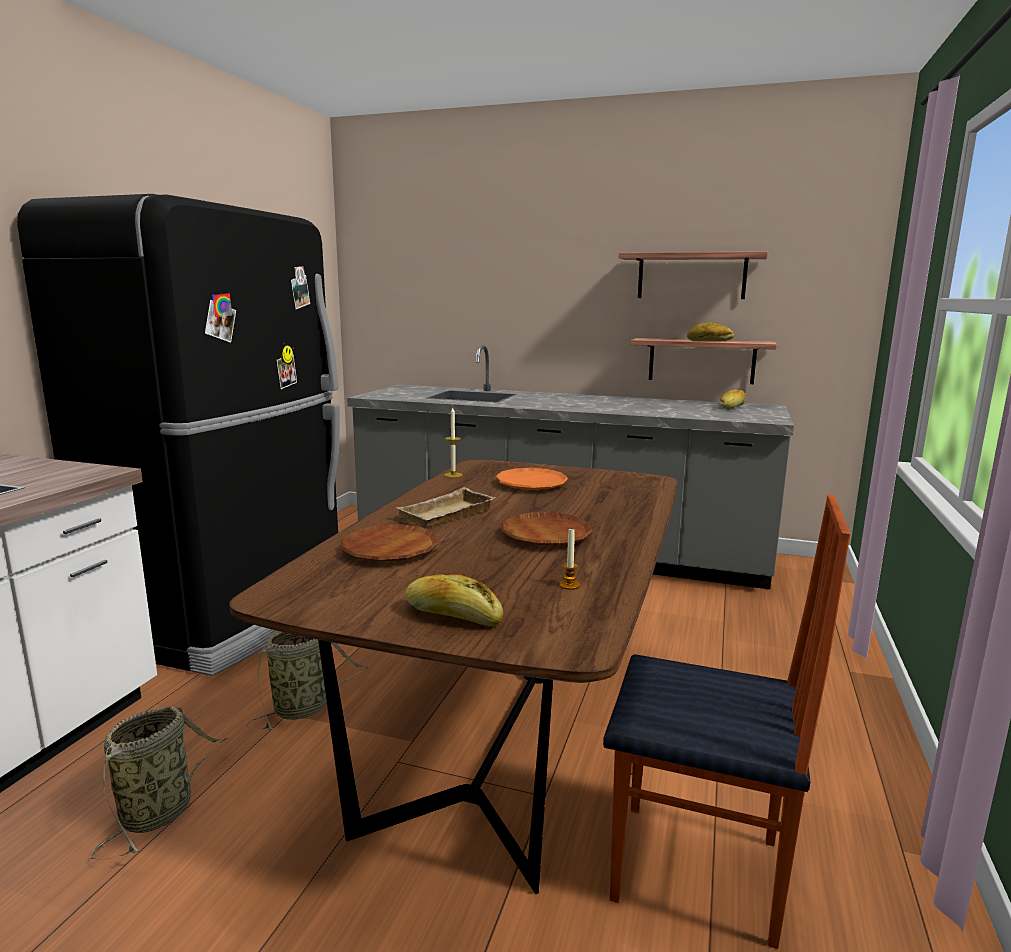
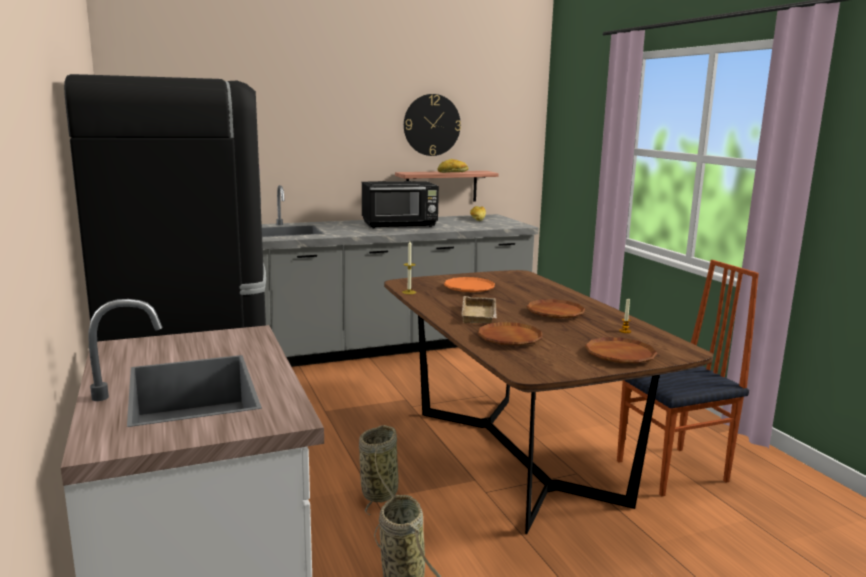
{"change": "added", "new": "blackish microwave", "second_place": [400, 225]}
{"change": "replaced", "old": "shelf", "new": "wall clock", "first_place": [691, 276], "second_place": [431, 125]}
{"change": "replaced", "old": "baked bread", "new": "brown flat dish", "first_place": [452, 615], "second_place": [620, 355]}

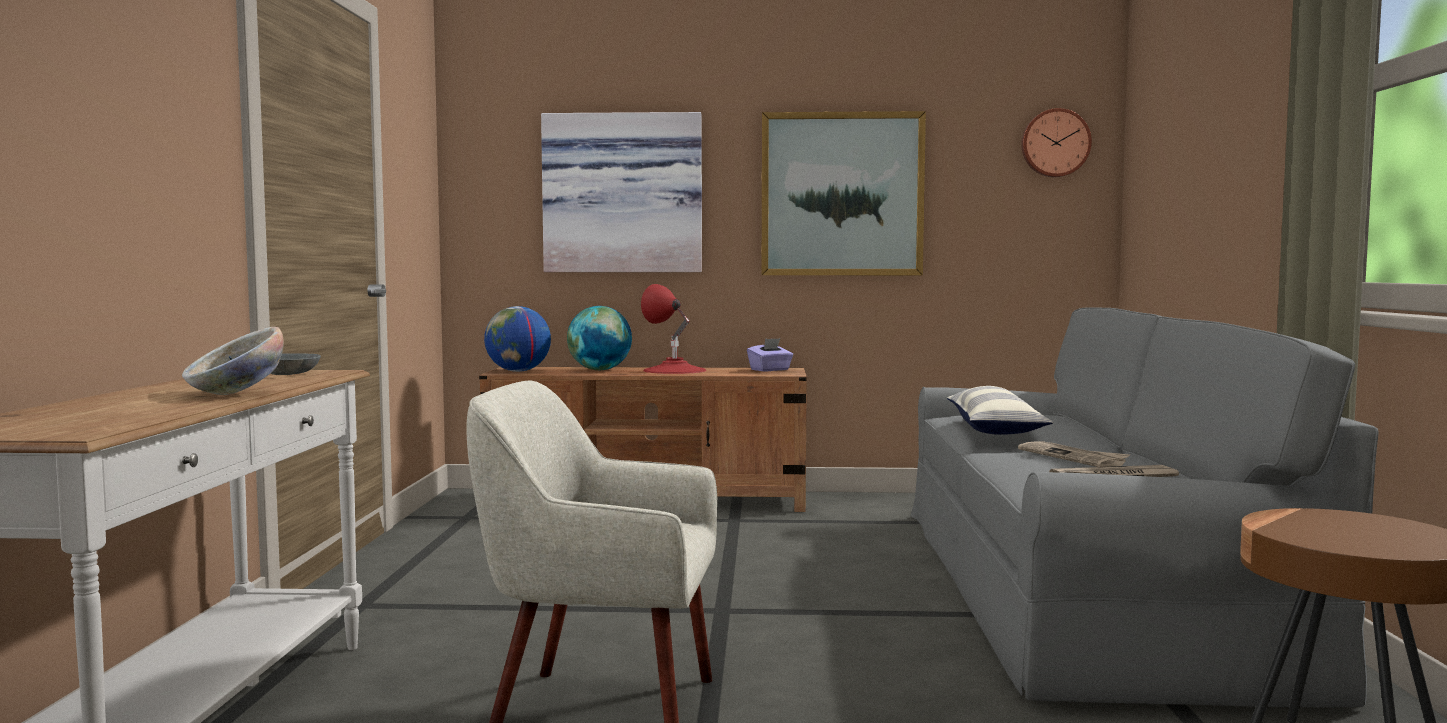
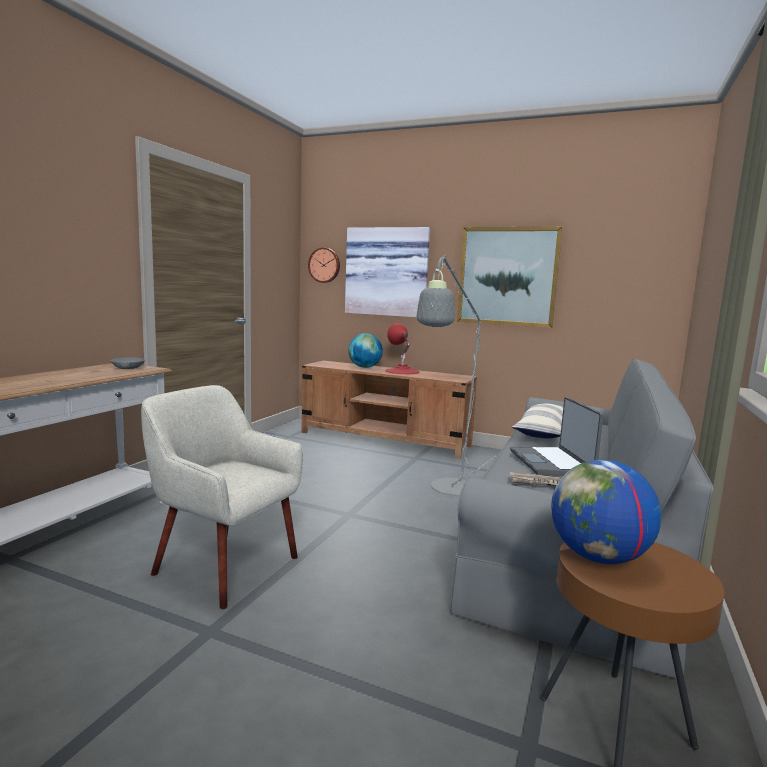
{"change": "moved", "old": "wall clock", "first_place": [1055, 143], "second_place": [324, 265]}
{"change": "added", "new": "grey standing lamp", "second_place": [448, 490]}
{"change": "replaced", "old": "newspaper", "new": "notebook computer", "first_place": [1073, 457], "second_place": [552, 463]}
{"change": "moved", "old": "world globe", "first_place": [518, 371], "second_place": [598, 557]}
{"change": "removed", "old": "serving bowl", "first_place": [235, 393]}
{"change": "removed", "old": "purple box of tissues", "first_place": [770, 370]}

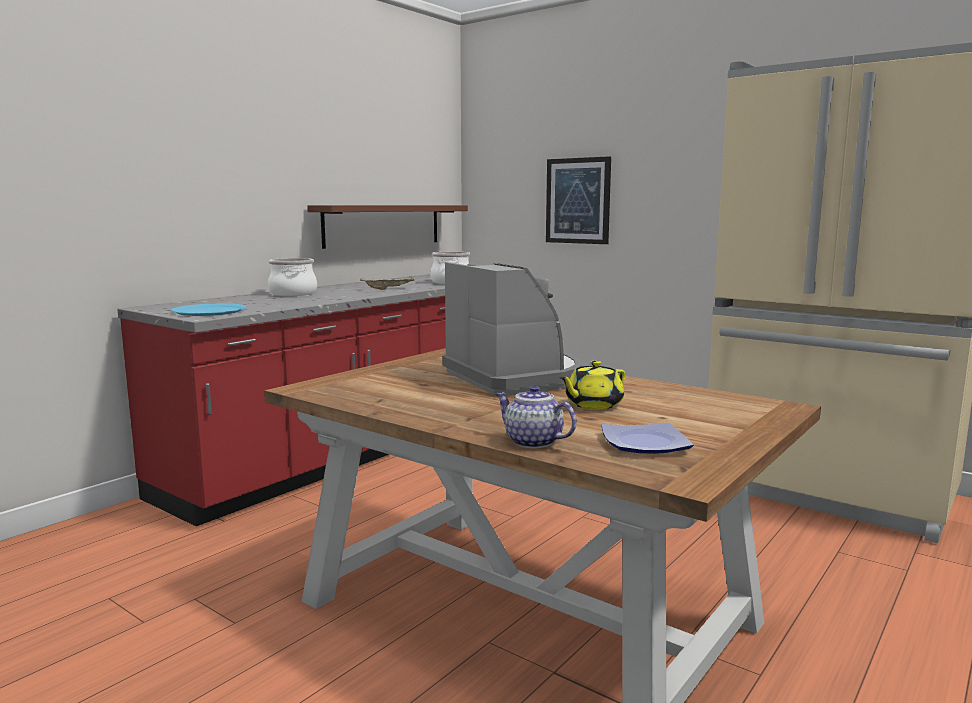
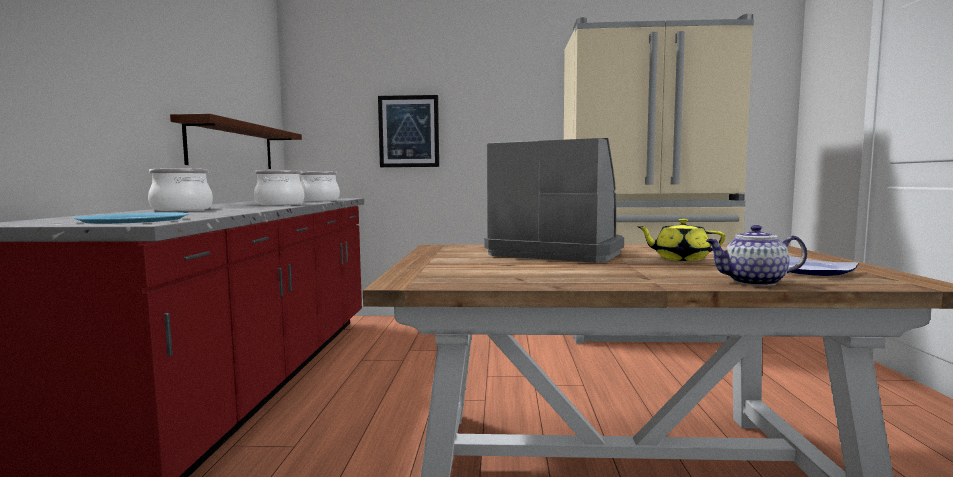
{"change": "replaced", "old": "beige-coloured serving tray", "new": "cooking pot", "first_place": [388, 289], "second_place": [279, 204]}
{"change": "turned", "old": "yellow teapot", "first_place": [593, 405], "second_place": [680, 258], "degrees": 90}

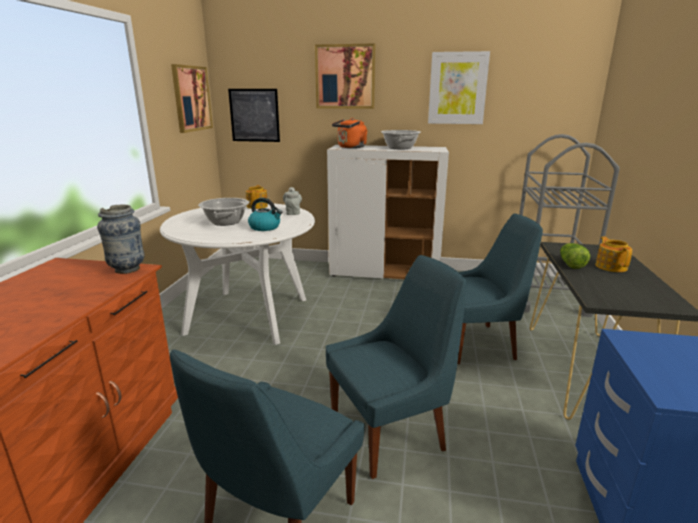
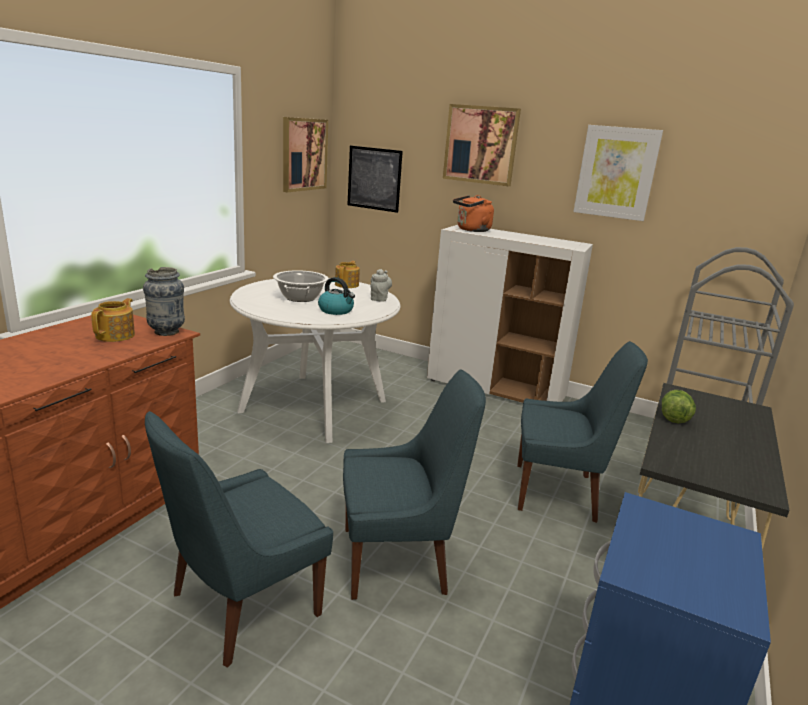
{"change": "moved", "old": "teapot", "first_place": [611, 266], "second_place": [116, 335]}
{"change": "removed", "old": "cooking pot", "first_place": [400, 148]}

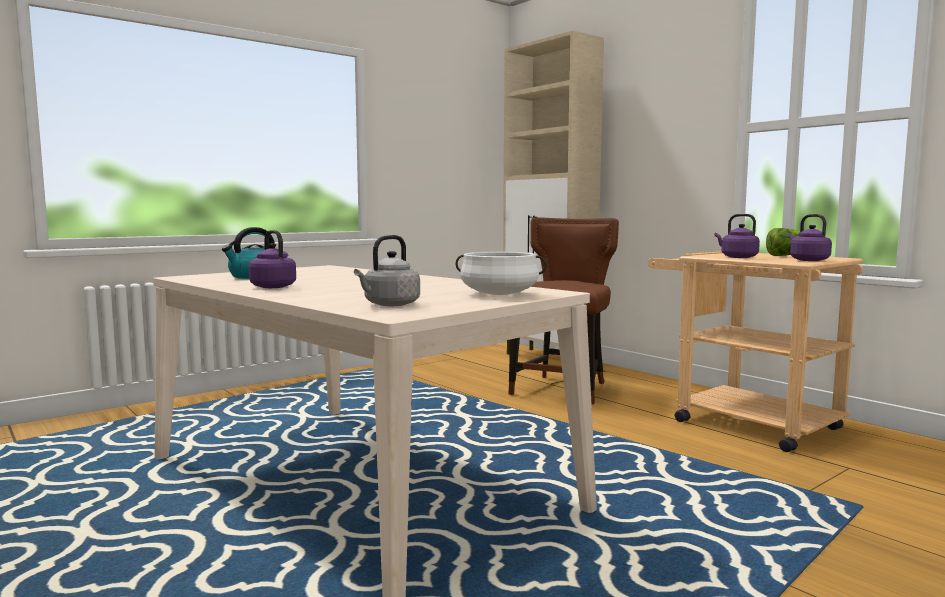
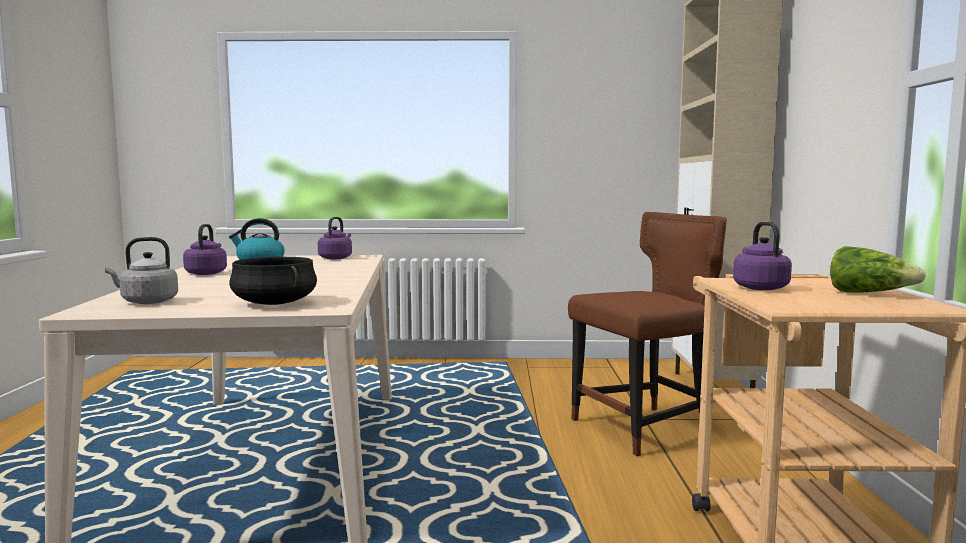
{"change": "recoloured", "old": "whitish cooking pot", "new": "blackish cooking pot", "first_place": [499, 294], "second_place": [275, 303]}
{"change": "moved", "old": "purple kettle", "first_place": [807, 260], "second_place": [336, 258]}

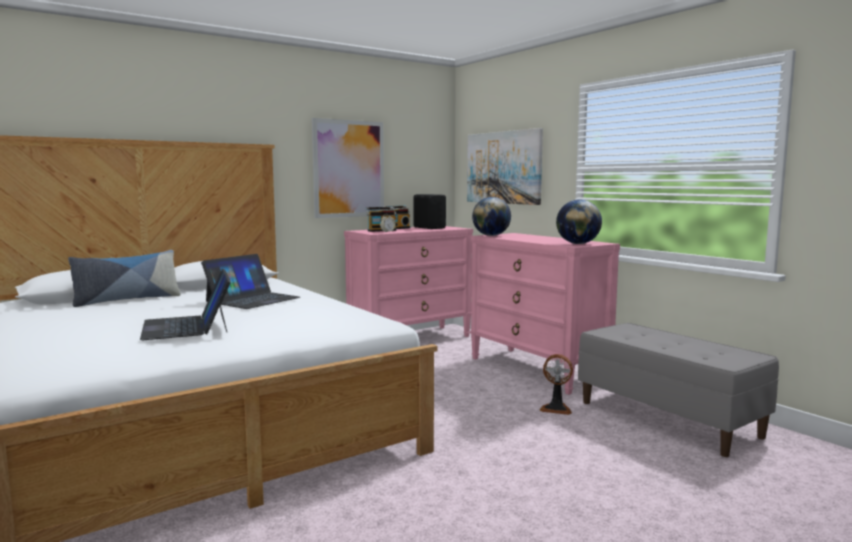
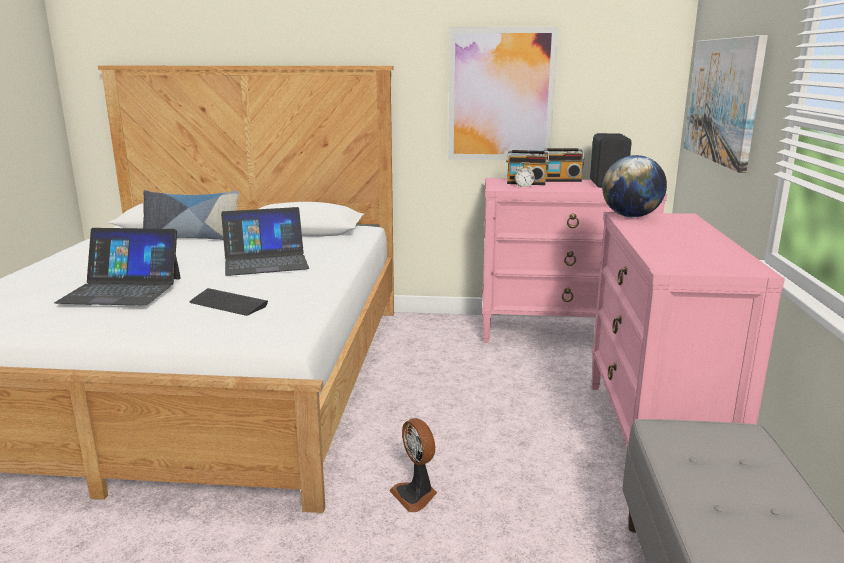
{"change": "turned", "old": "notebook computer", "first_place": [187, 326], "second_place": [122, 290], "degrees": -105}
{"change": "added", "new": "computer keyboard", "second_place": [228, 304]}
{"change": "moved", "old": "cooling fan", "first_place": [556, 408], "second_place": [416, 495]}
{"change": "removed", "old": "world globe", "first_place": [578, 244]}

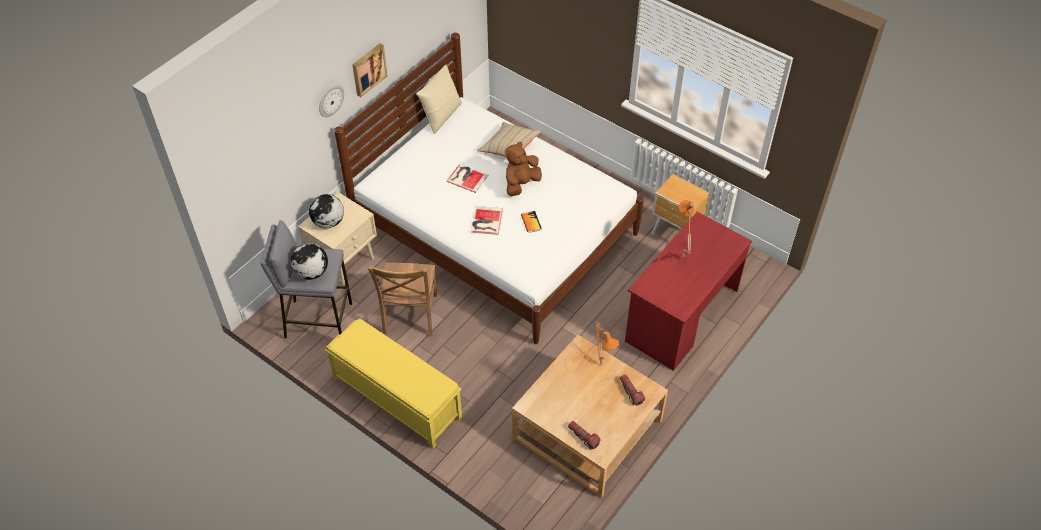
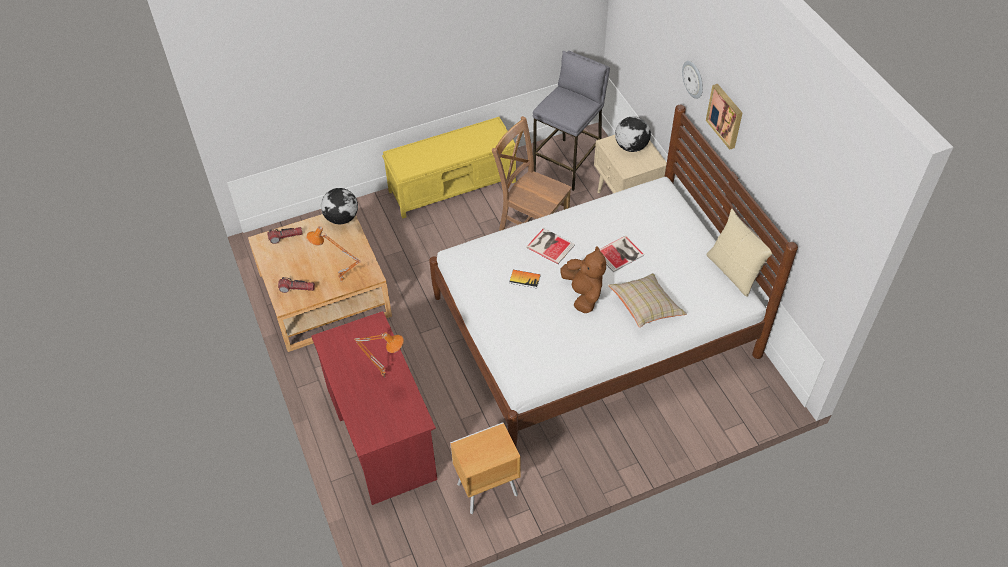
{"change": "moved", "old": "world globe", "first_place": [311, 272], "second_place": [342, 218]}

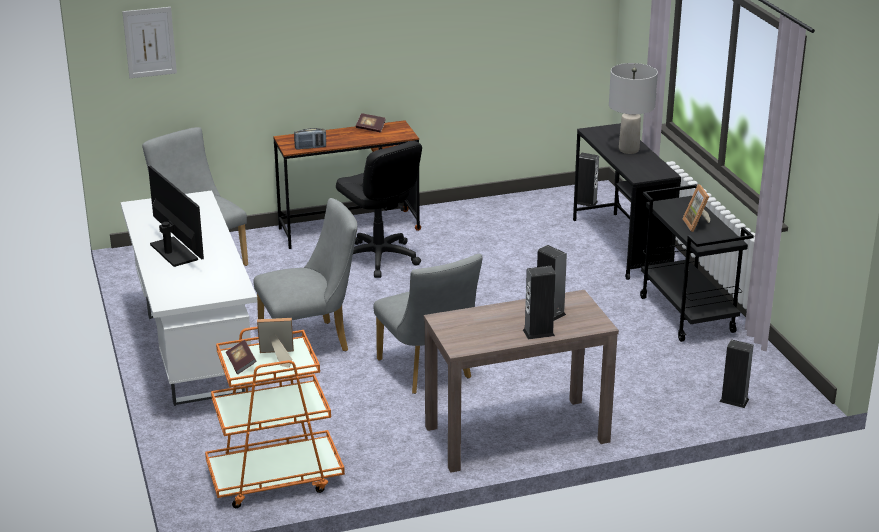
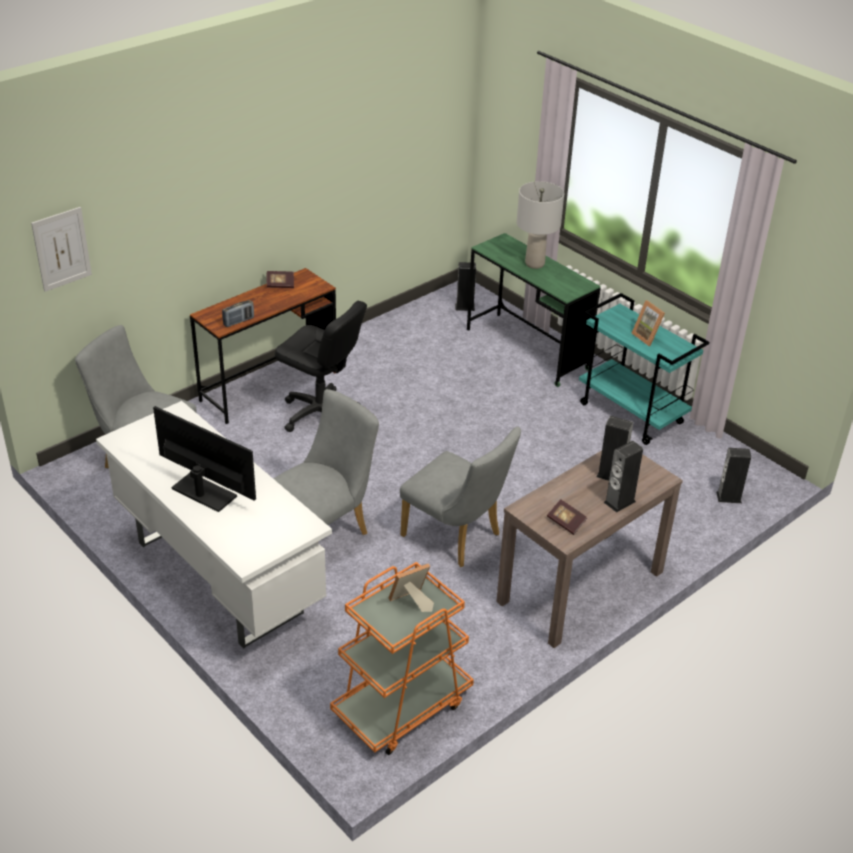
{"change": "recoloured", "old": "blackish desk unit", "new": "green desk unit", "first_place": [621, 245], "second_place": [527, 349]}
{"change": "moved", "old": "volume", "first_place": [241, 364], "second_place": [566, 522]}
{"change": "recoloured", "old": "blackish wheeled cart", "new": "blue-green wheeled cart", "first_place": [688, 315], "second_place": [632, 413]}

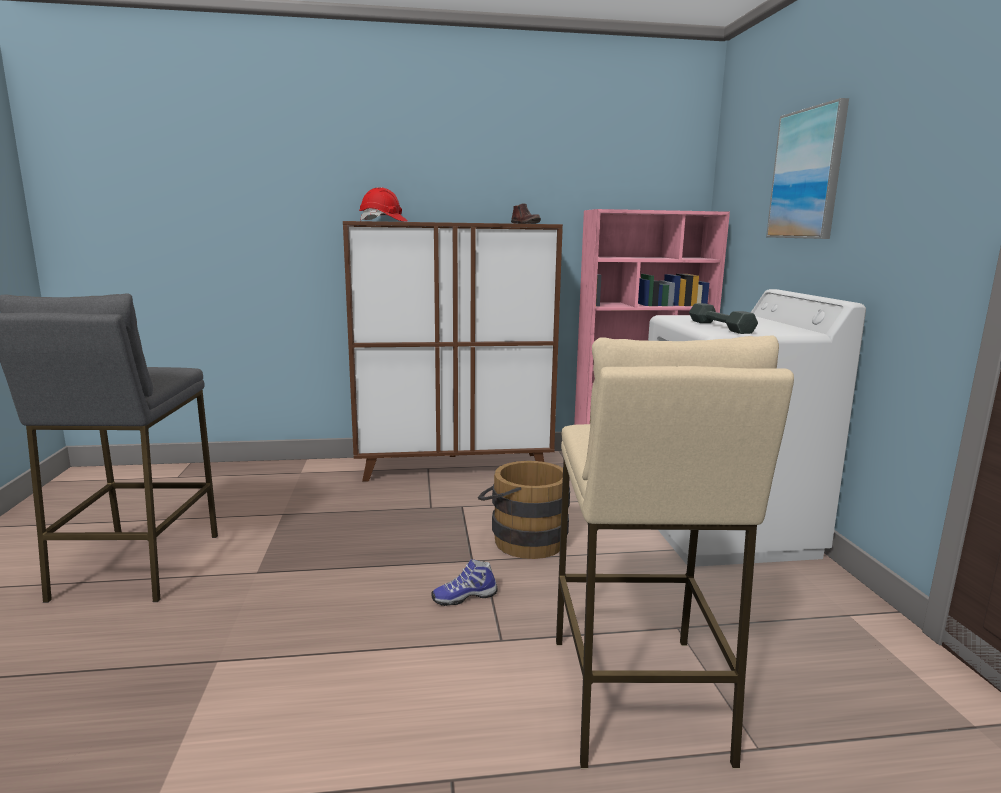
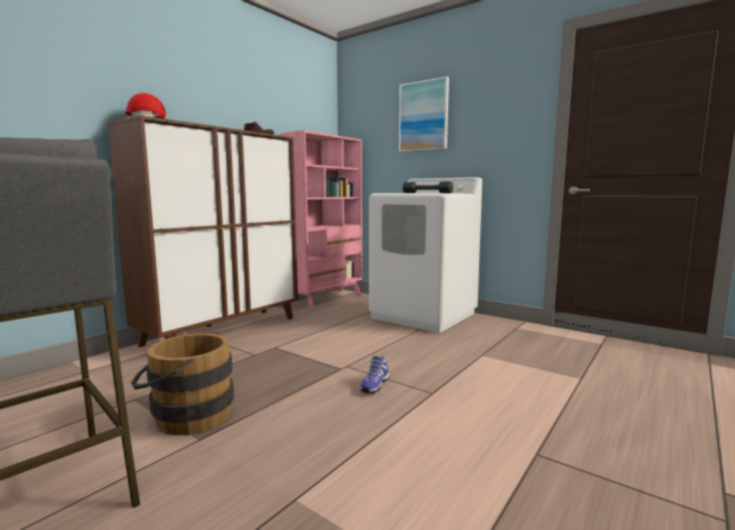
{"change": "moved", "old": "brown pail", "first_place": [522, 540], "second_place": [186, 416]}
{"change": "removed", "old": "beige-coloured stool", "first_place": [636, 697]}

